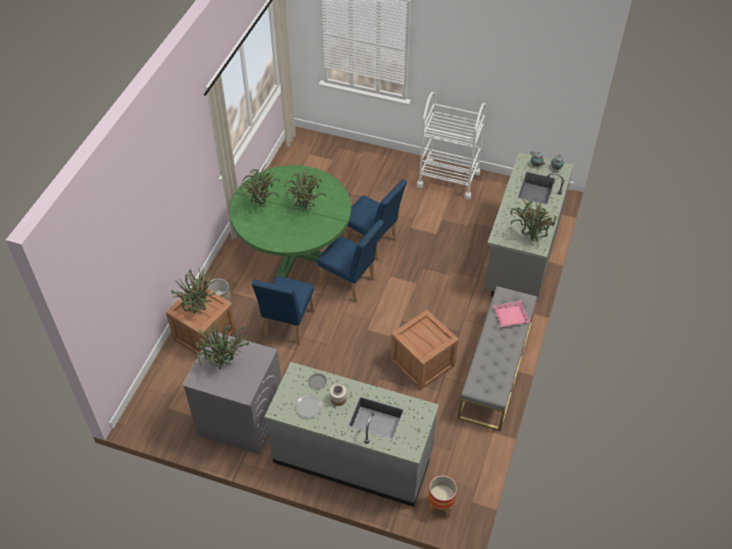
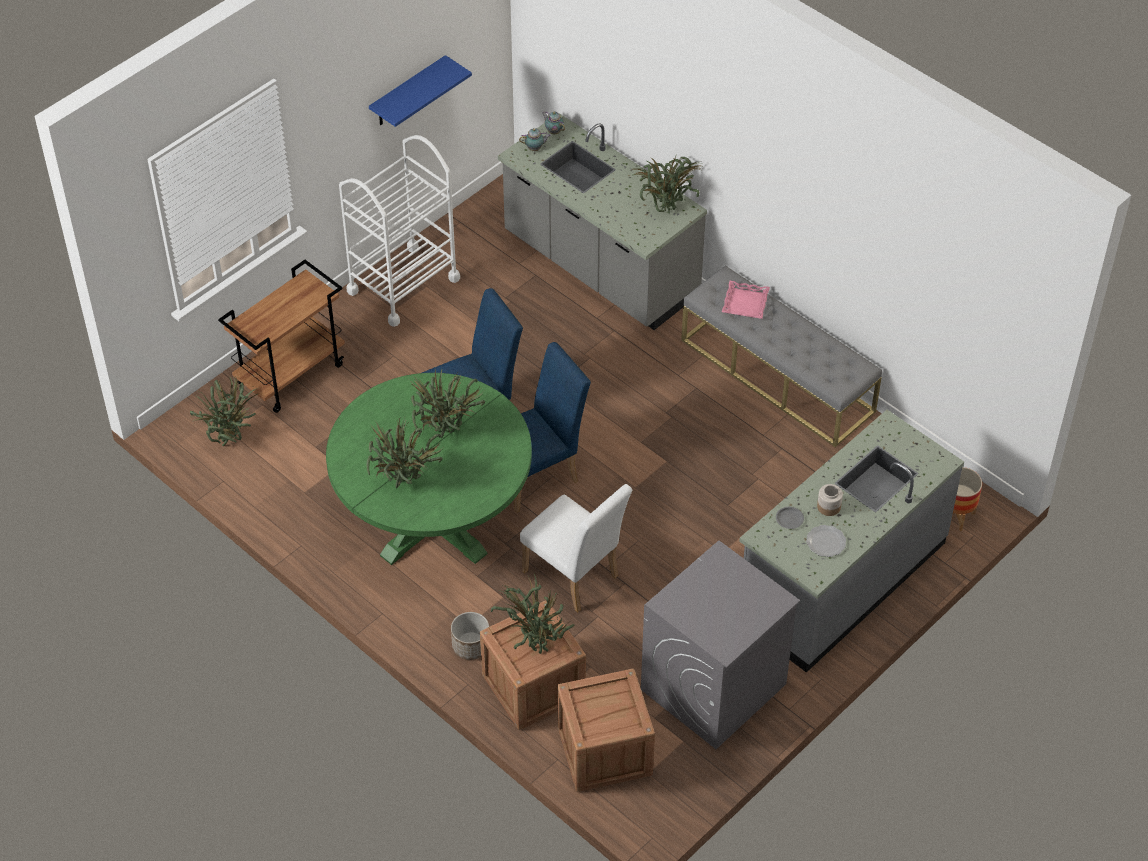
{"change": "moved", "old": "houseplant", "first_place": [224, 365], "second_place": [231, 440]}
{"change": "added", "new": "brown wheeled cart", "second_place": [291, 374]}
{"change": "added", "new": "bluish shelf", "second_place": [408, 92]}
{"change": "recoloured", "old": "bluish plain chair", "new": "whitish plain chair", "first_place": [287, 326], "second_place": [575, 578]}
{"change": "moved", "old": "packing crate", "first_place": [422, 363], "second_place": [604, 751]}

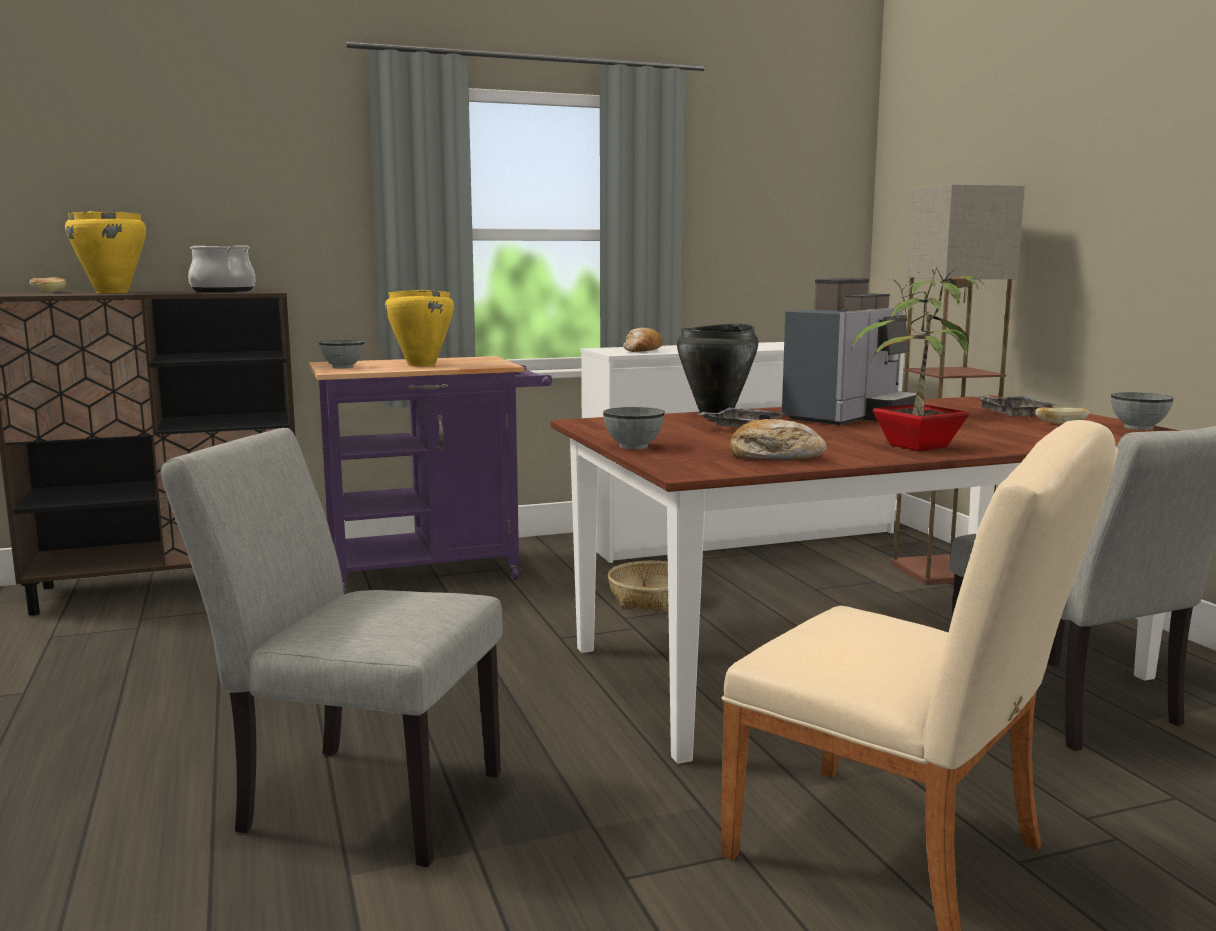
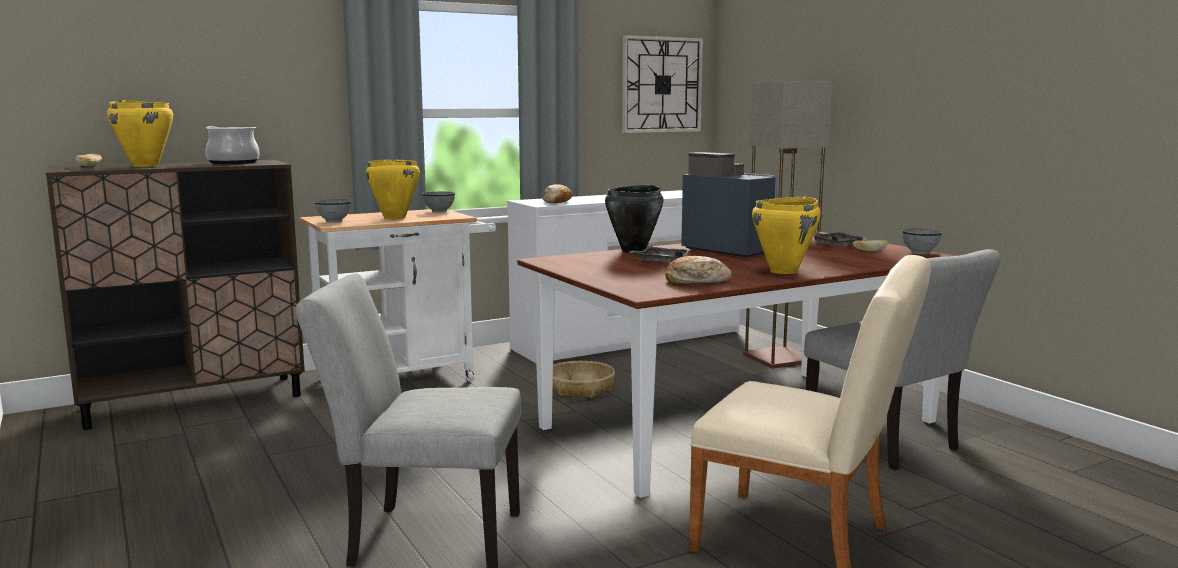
{"change": "recoloured", "old": "purple wheeled cart", "new": "whitish wheeled cart", "first_place": [436, 572], "second_place": [405, 378]}
{"change": "moved", "old": "grey serving bowl", "first_place": [634, 446], "second_place": [439, 211]}
{"change": "added", "new": "wall clock", "second_place": [661, 85]}
{"change": "turned", "old": "coffee maker", "first_place": [850, 416], "second_place": [728, 250], "degrees": -75}
{"change": "replaced", "old": "houseplant", "new": "yellow cooking pot", "first_place": [915, 447], "second_place": [784, 271]}

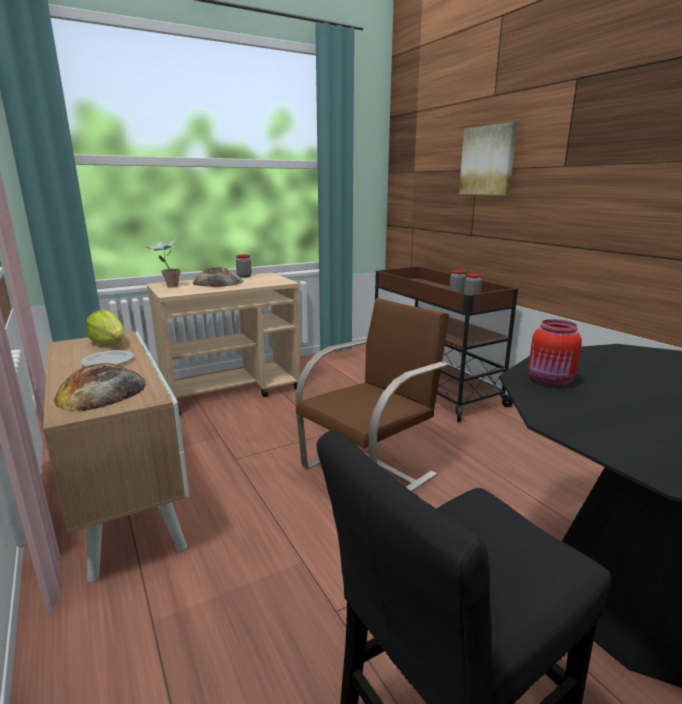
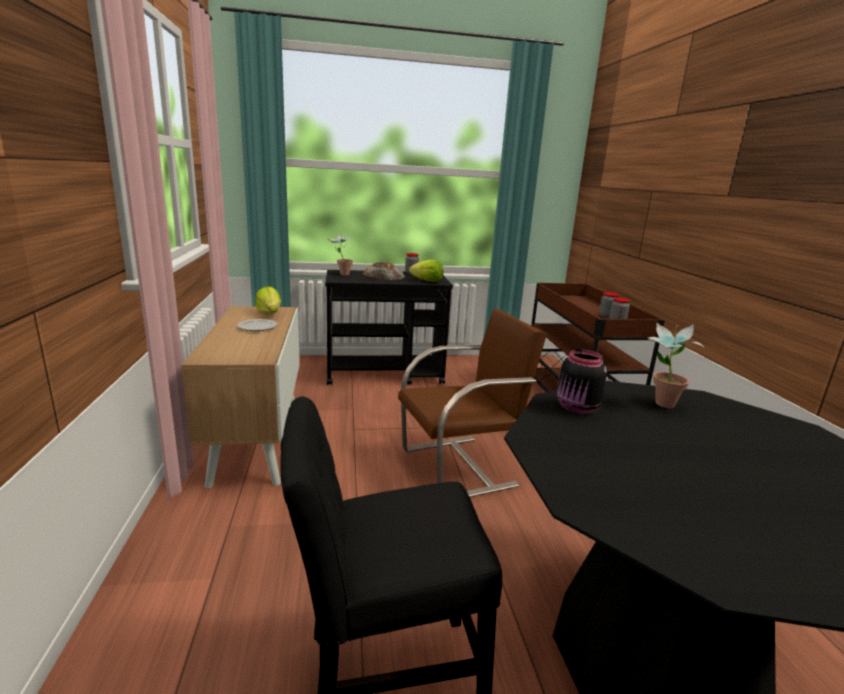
{"change": "recoloured", "old": "beige-coloured wheeled cart", "new": "blackish wheeled cart", "first_place": [233, 391], "second_place": [385, 374]}
{"change": "added", "new": "head of lettuce", "second_place": [427, 281]}
{"change": "recoloured", "old": "red storage jar", "new": "blackish storage jar", "first_place": [551, 381], "second_place": [577, 408]}
{"change": "added", "new": "houseplant", "second_place": [659, 405]}
{"change": "removed", "old": "baked bread", "first_place": [102, 391]}
{"change": "removed", "old": "wall art", "first_place": [488, 160]}

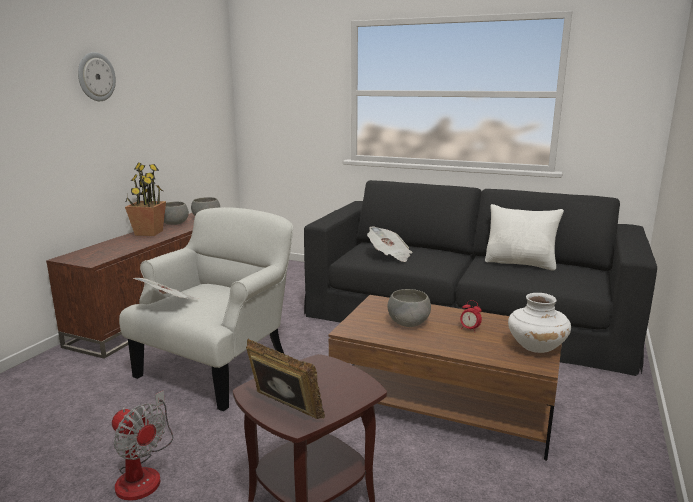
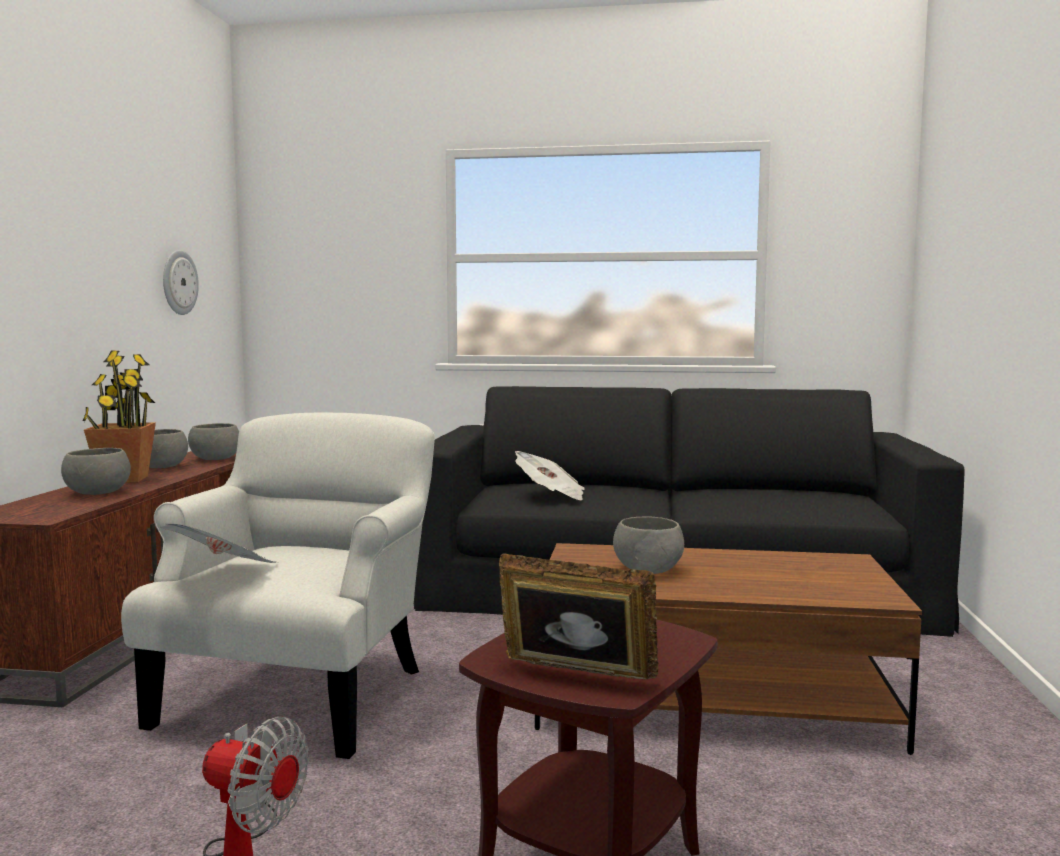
{"change": "added", "new": "grey serving bowl", "second_place": [98, 492]}
{"change": "moved", "old": "wall clock", "first_place": [96, 77], "second_place": [179, 282]}
{"change": "removed", "old": "alarm clock", "first_place": [469, 329]}
{"change": "removed", "old": "whitish pillow", "first_place": [520, 263]}
{"change": "removed", "old": "whitish vase", "first_place": [536, 347]}

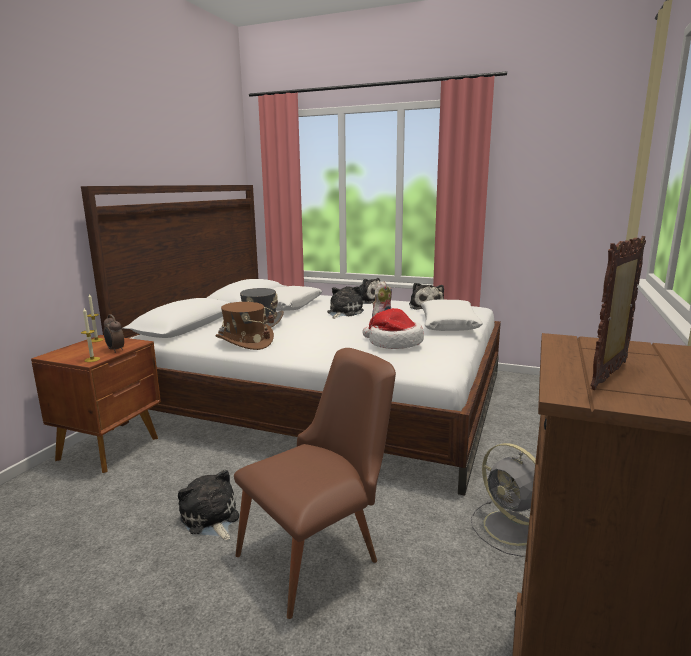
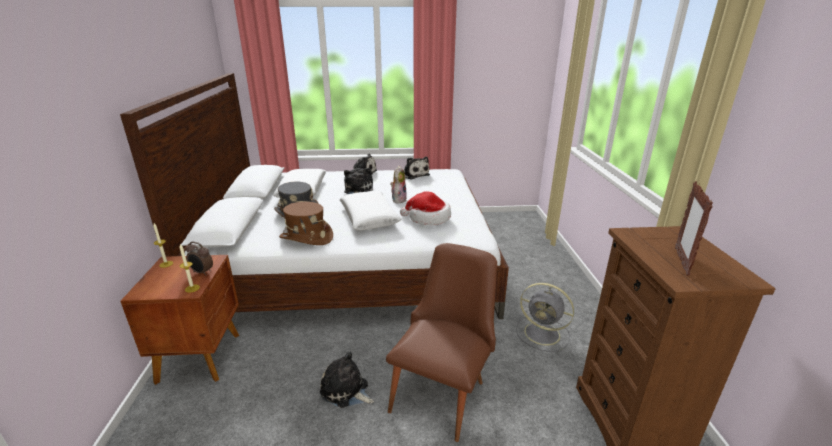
{"change": "moved", "old": "whitish pillow", "first_place": [449, 324], "second_place": [369, 217]}

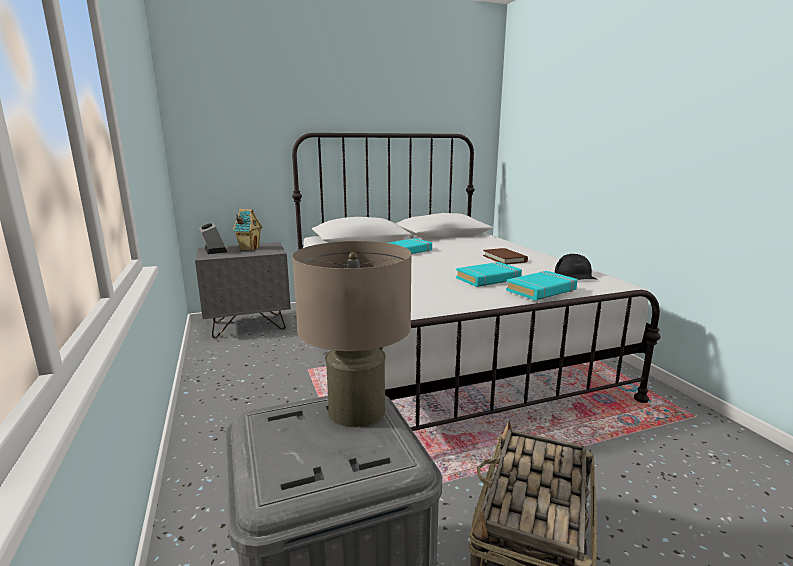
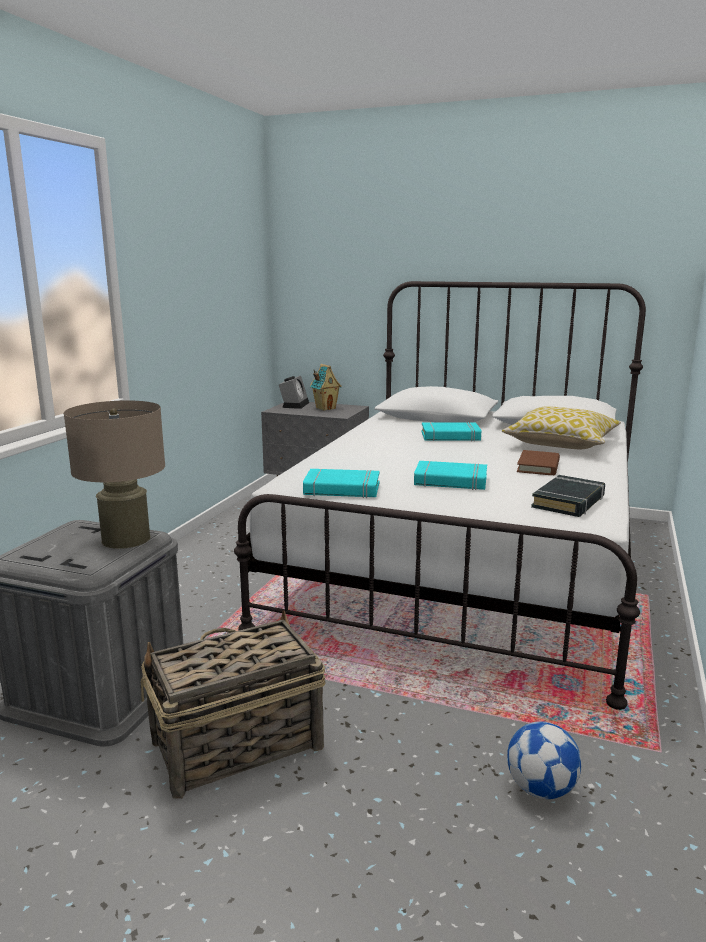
{"change": "moved", "old": "blue-green volume", "first_place": [541, 290], "second_place": [342, 489]}
{"change": "added", "new": "pillow", "second_place": [561, 444]}
{"change": "added", "new": "ball for football", "second_place": [541, 788]}
{"change": "replaced", "old": "blackish cap", "new": "blackish volume", "first_place": [575, 275], "second_place": [569, 502]}

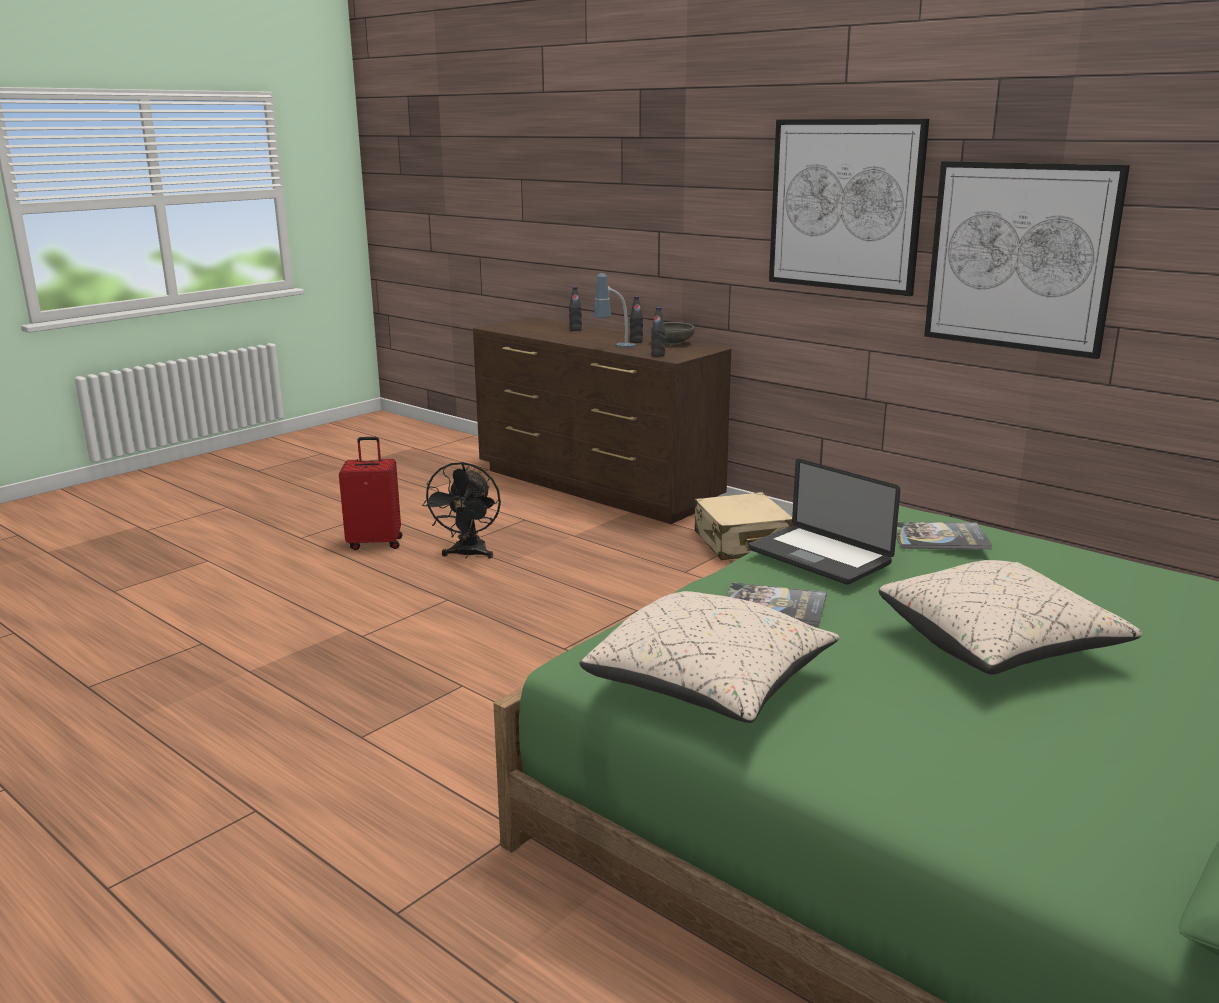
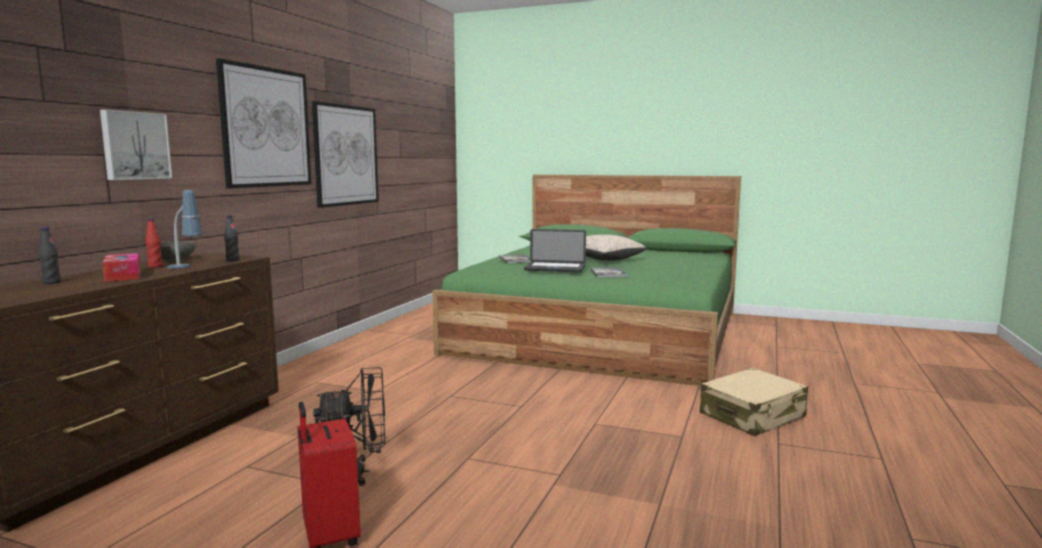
{"change": "added", "new": "wall art", "second_place": [135, 145]}
{"change": "added", "new": "box of tissues", "second_place": [123, 276]}
{"change": "recoloured", "old": "blackish bottle", "new": "red bottle", "first_place": [636, 341], "second_place": [155, 266]}
{"change": "turned", "old": "notebook computer", "first_place": [819, 557], "second_place": [555, 268], "degrees": 75}
{"change": "moved", "old": "beige-coloured suitcase", "first_place": [742, 543], "second_place": [752, 416]}
{"change": "removed", "old": "beige-coloured pillow", "first_place": [710, 685]}

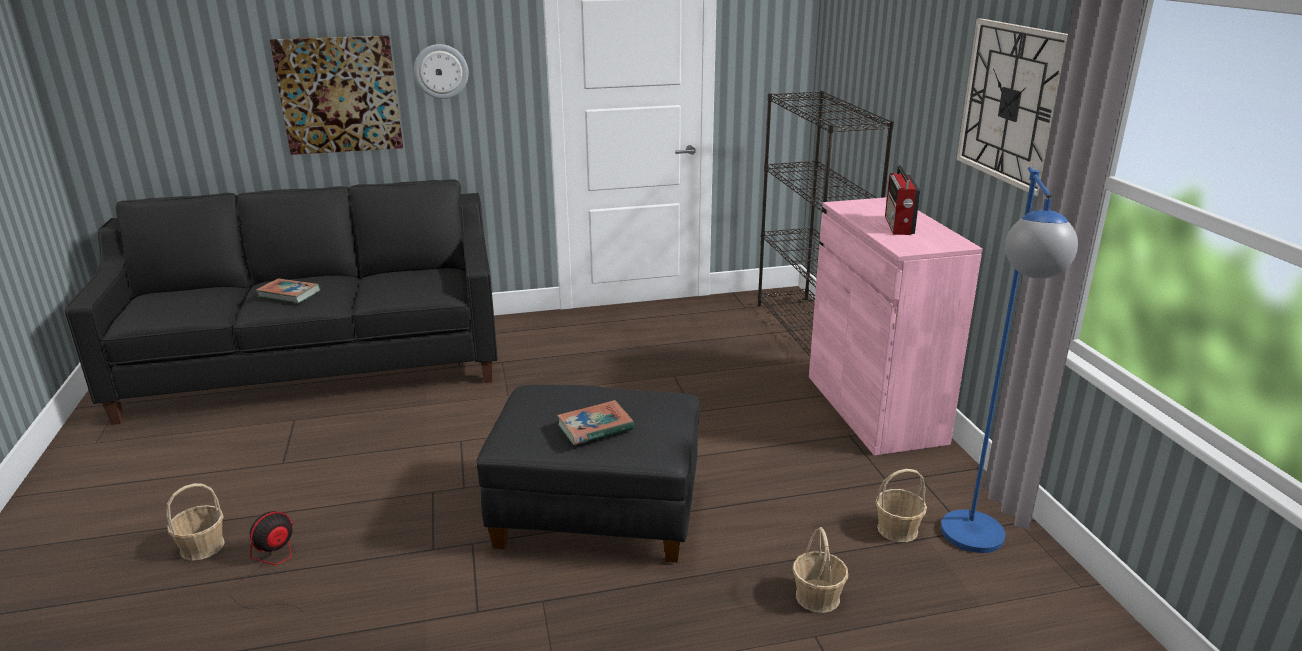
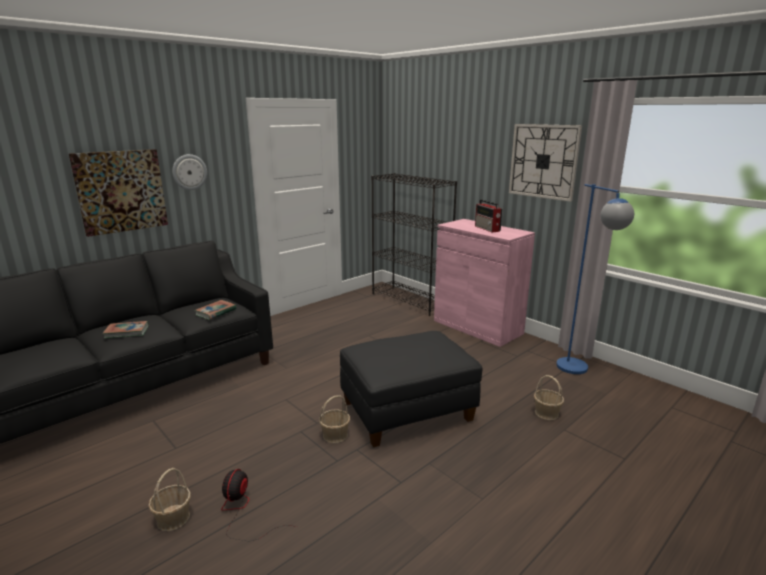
{"change": "moved", "old": "volume", "first_place": [595, 427], "second_place": [216, 312]}
{"change": "moved", "old": "storage basket", "first_place": [898, 529], "second_place": [335, 435]}

